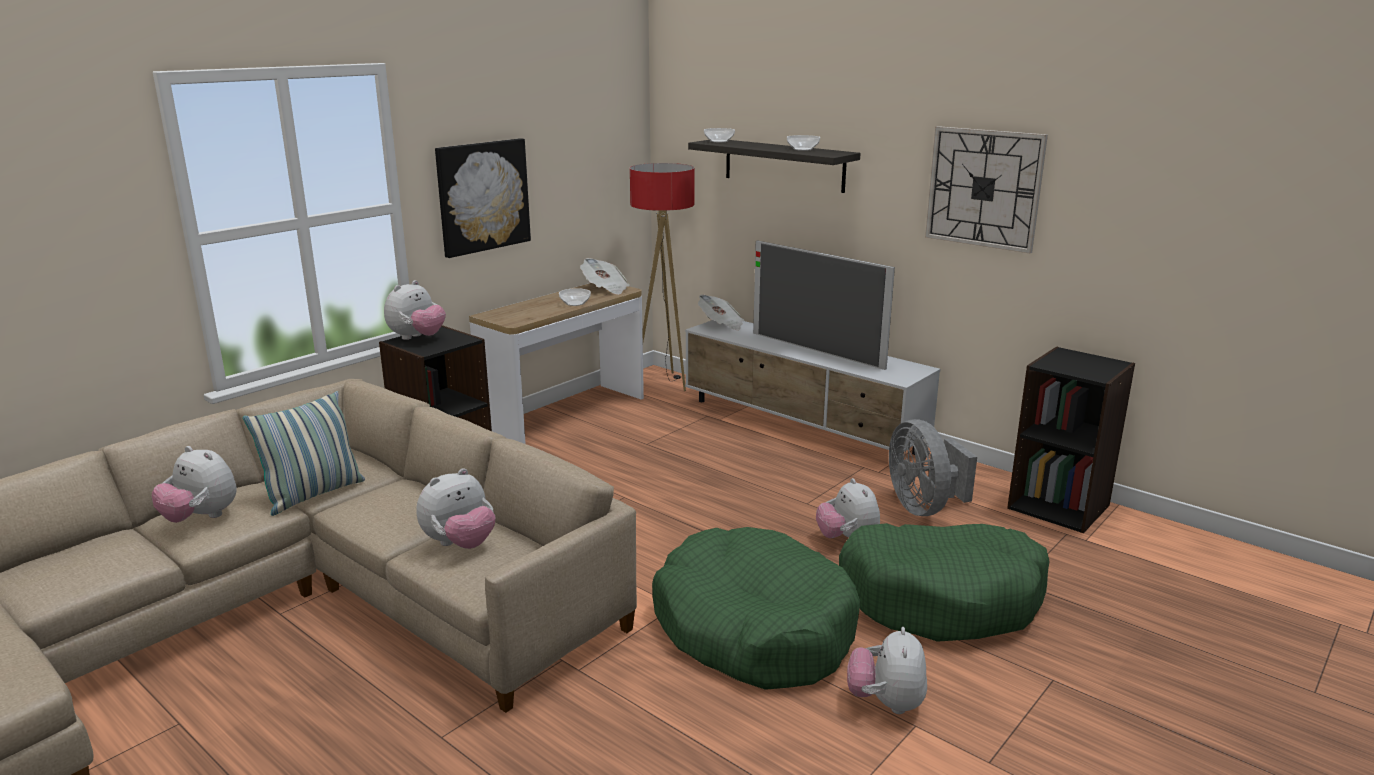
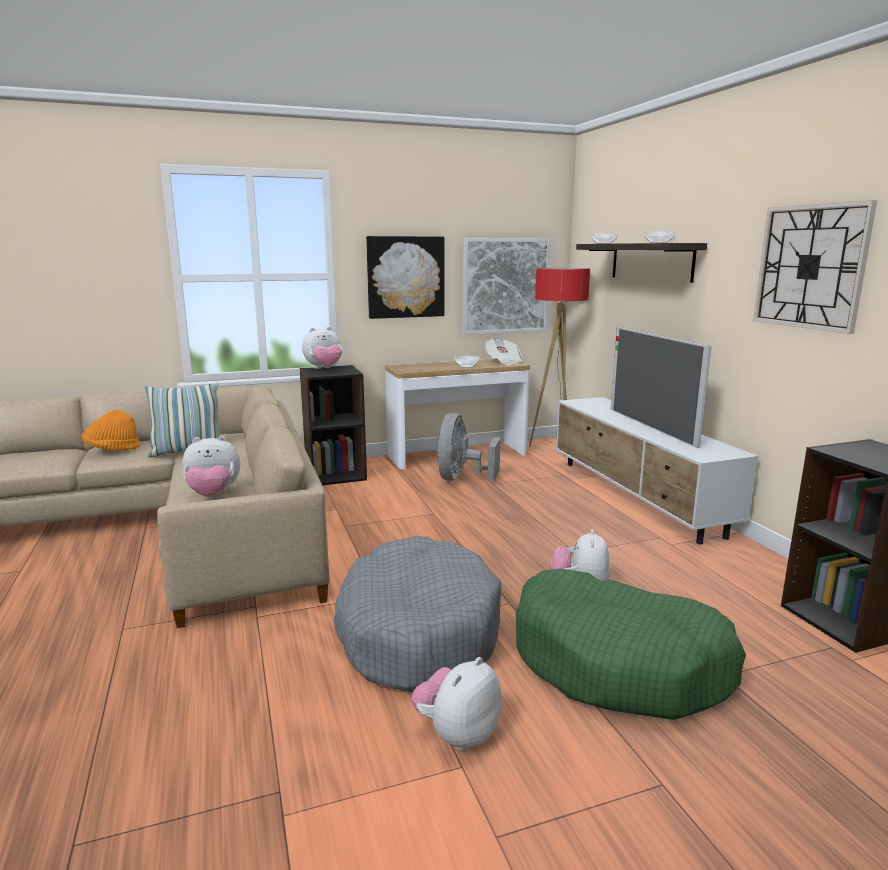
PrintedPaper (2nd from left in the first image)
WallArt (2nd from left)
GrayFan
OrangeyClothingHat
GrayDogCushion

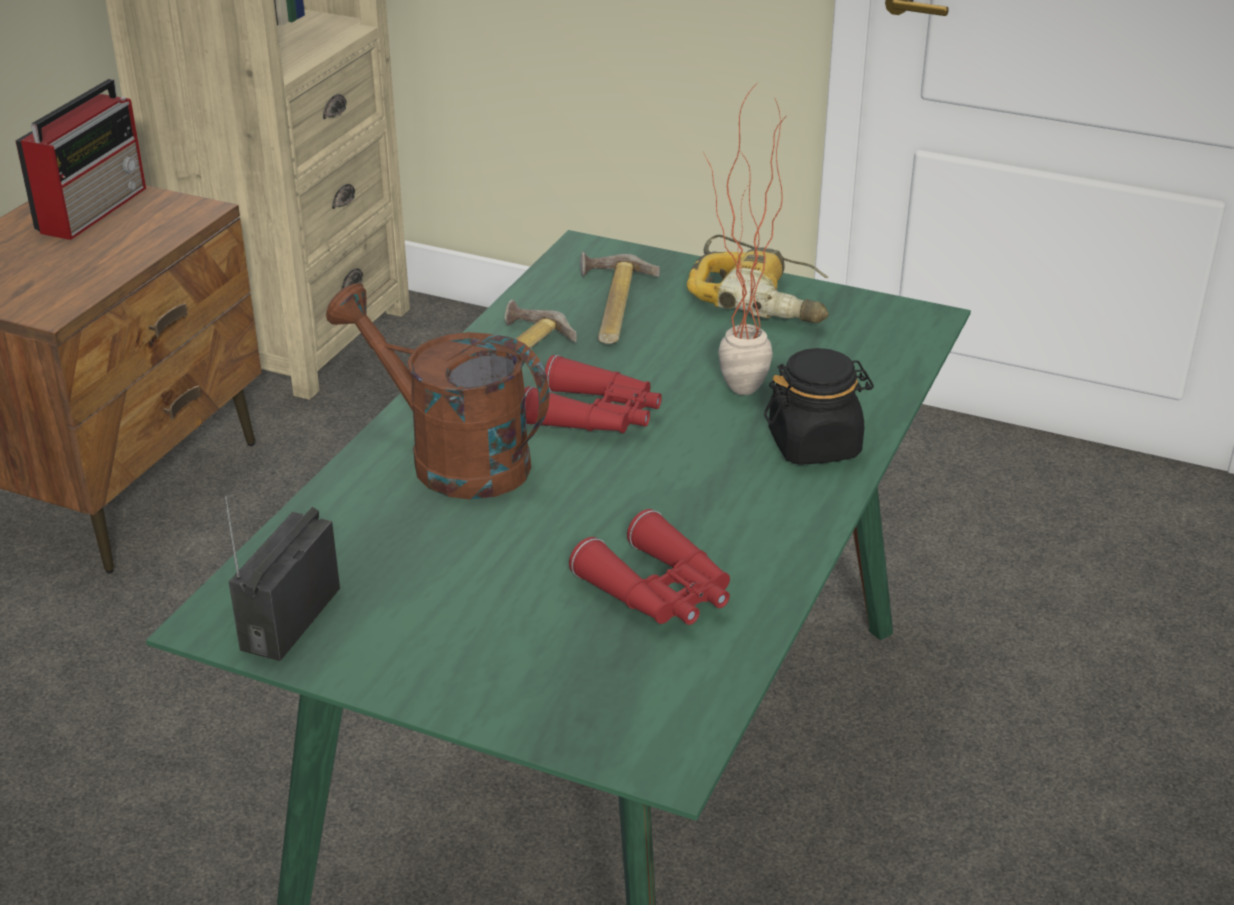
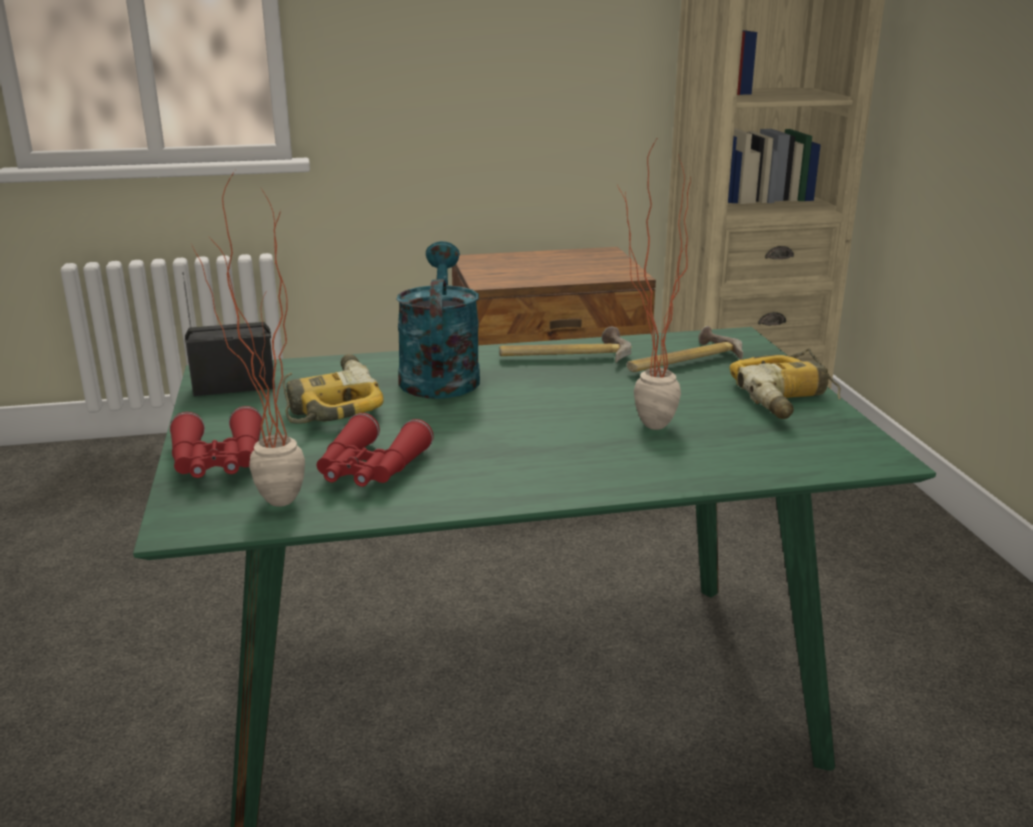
Radio (1st from left in the first image)
BlackishPreserveJar
Houseplant (1st from left)
ElectricDrill (1st from left)
RedBinoculars (1st from left)
BlueGreenSprinklingCan

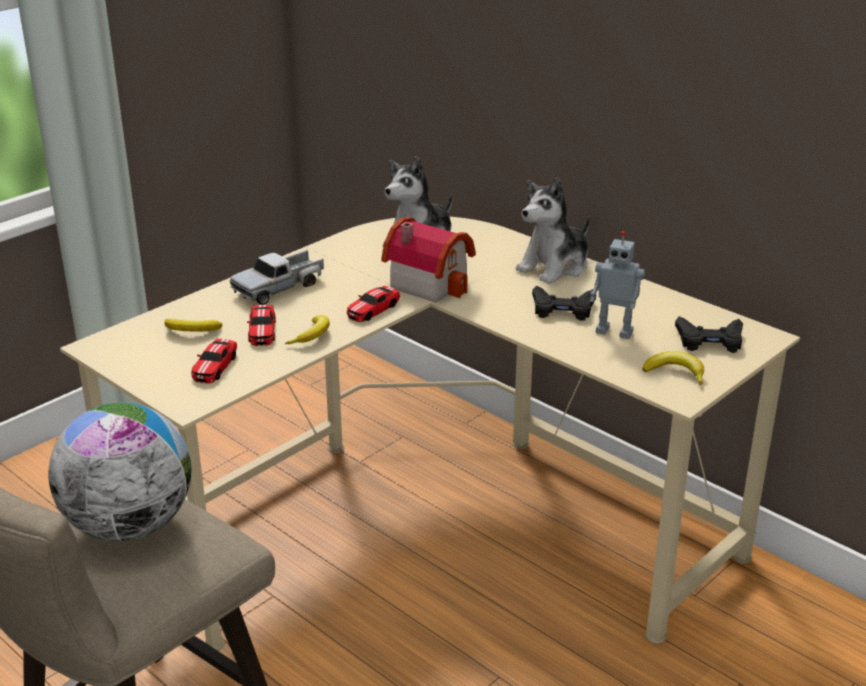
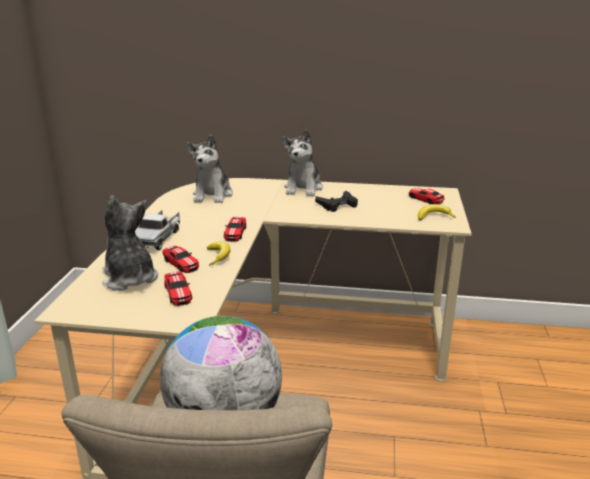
MiniatureHouse
ToyRobot
SoftToy (1st from left)
ModelCar (4th from left)

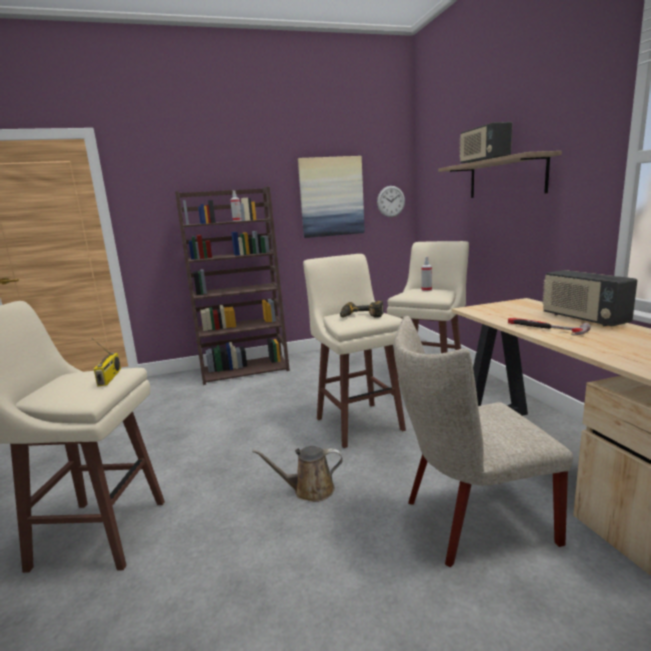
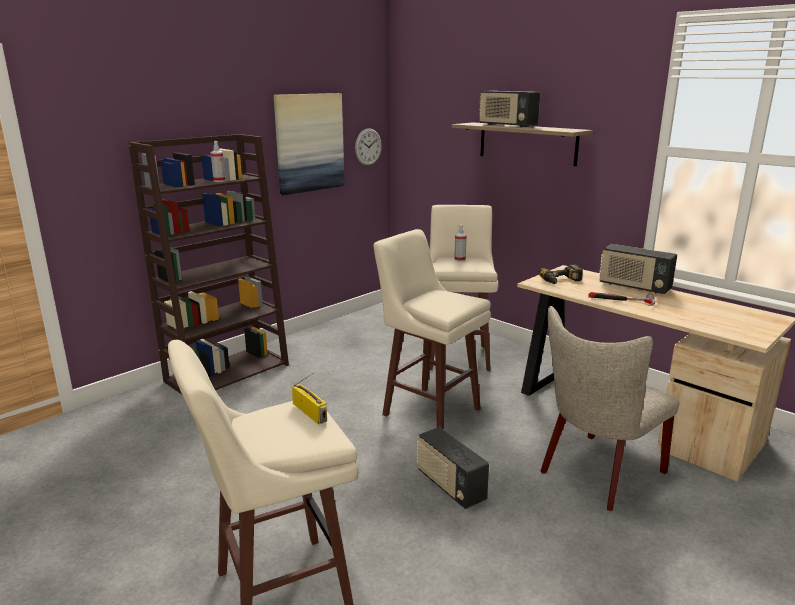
ElectricDrill
Radio (2nd from left)

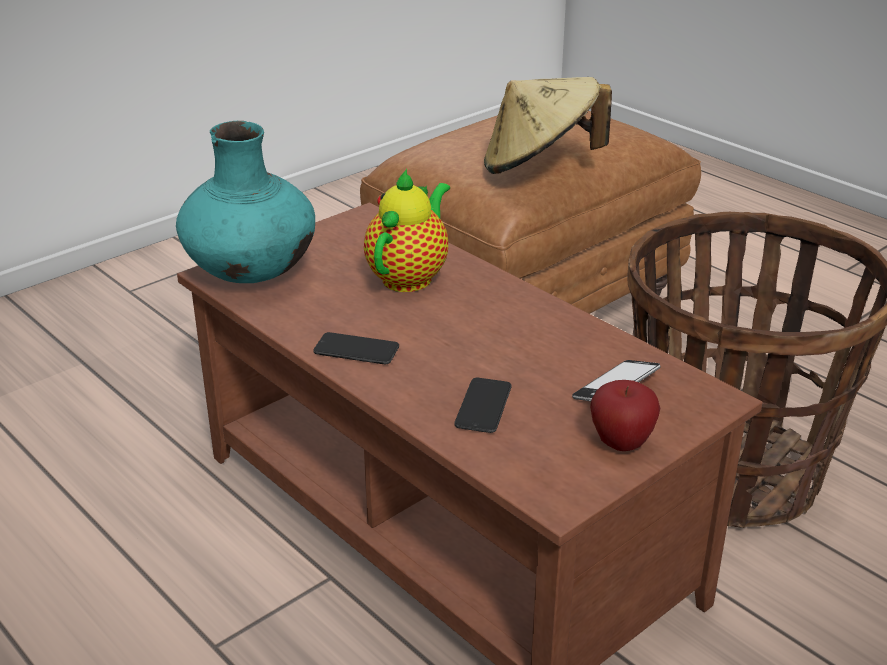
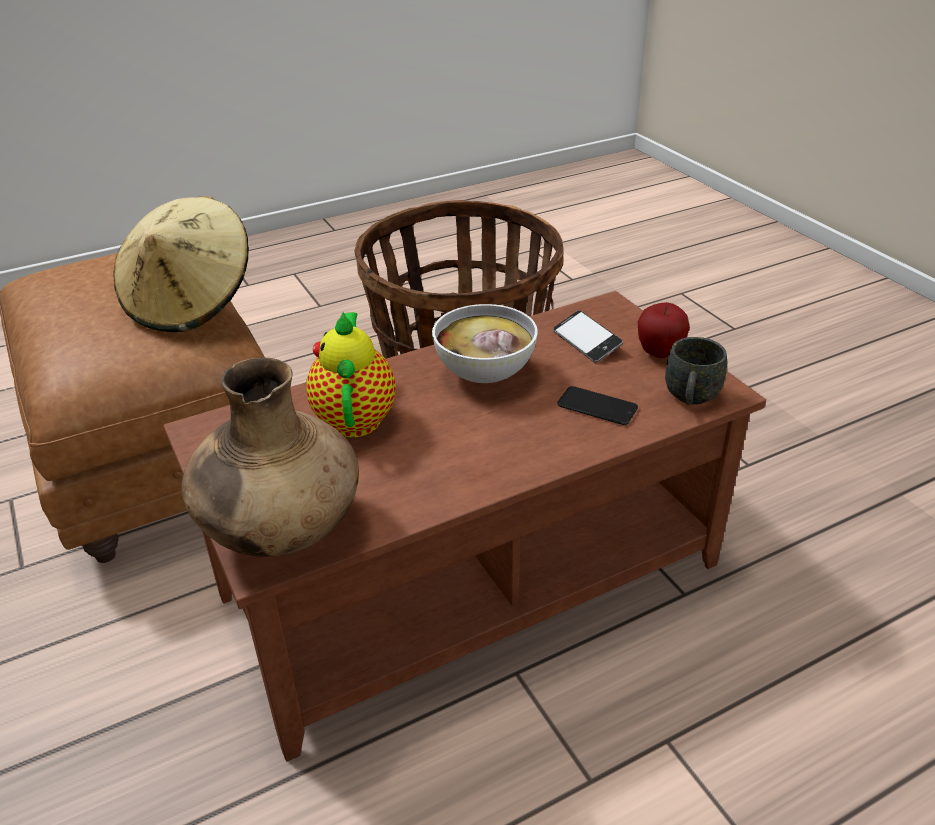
Handset (1st from left in the first image)
DeepDish
GrayCoffeeMug
BrownColouredFlowerVase
Teapot

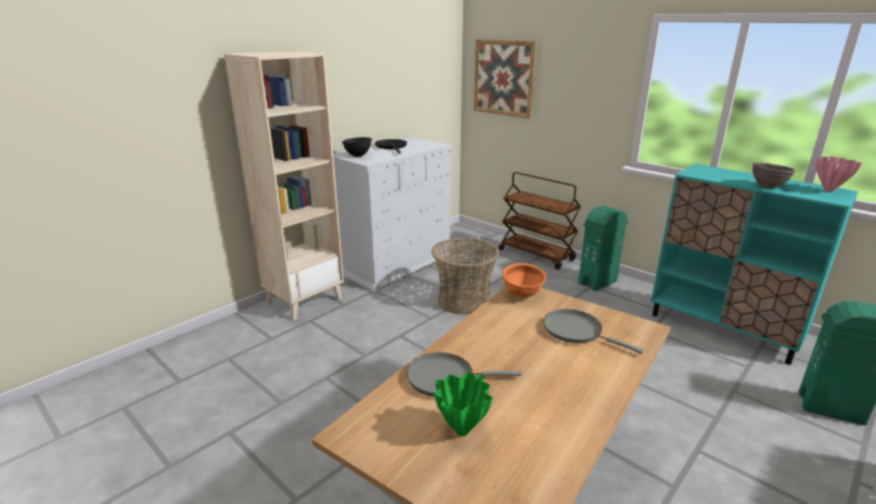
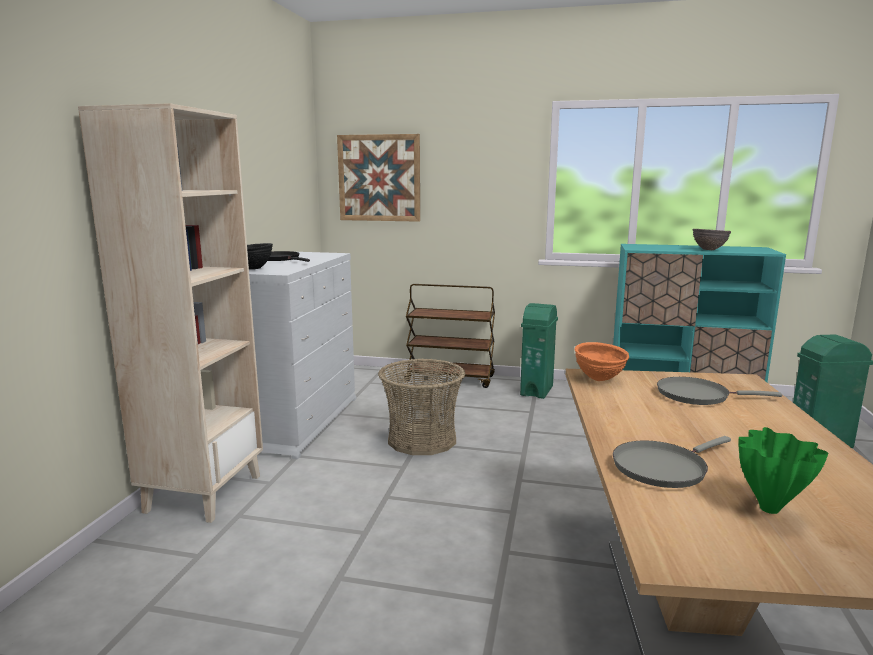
PinkishFlowerVase

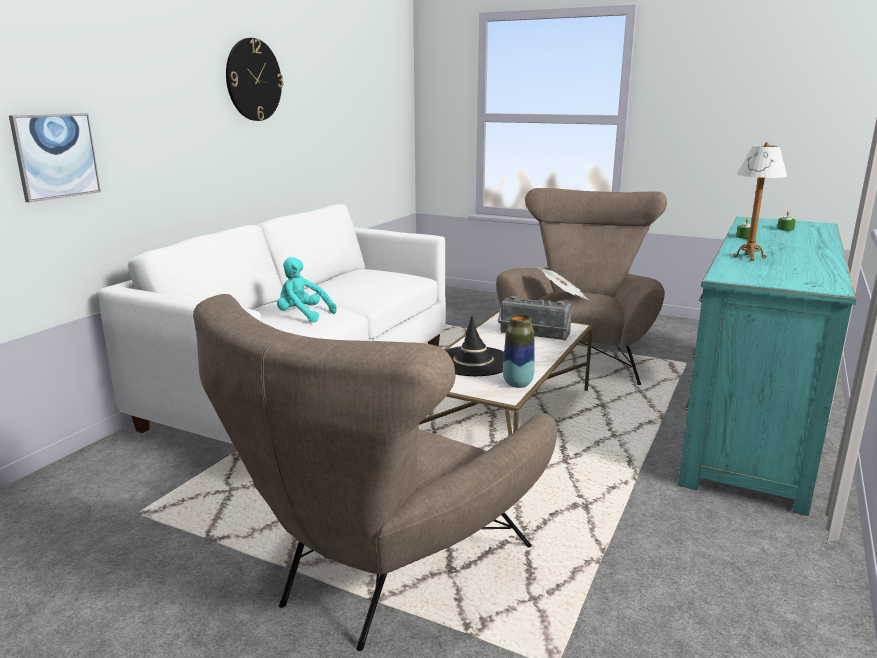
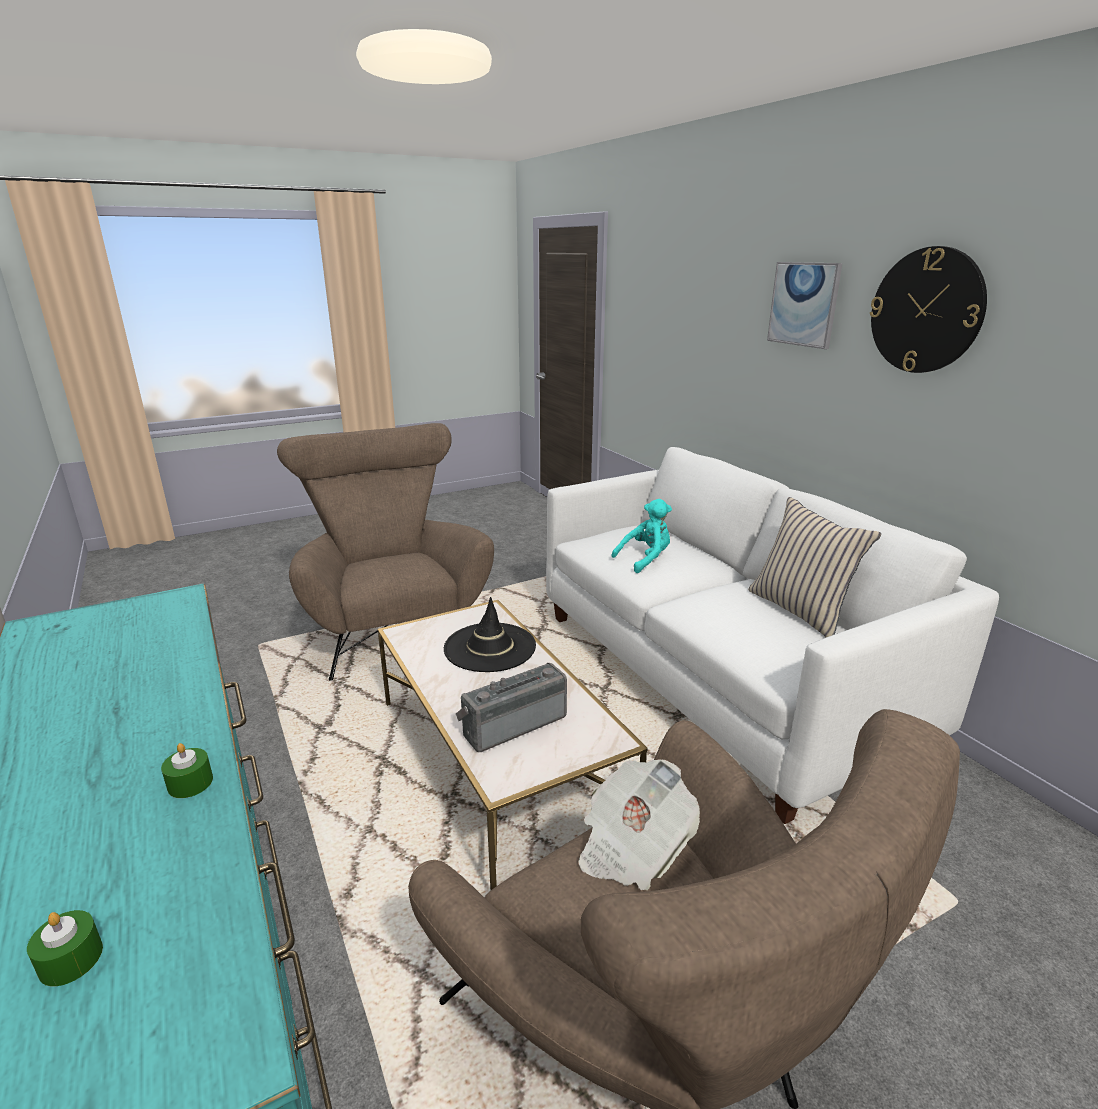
FlowerVase
LampForATable
BeigeColouredThrowPillow
WallArt

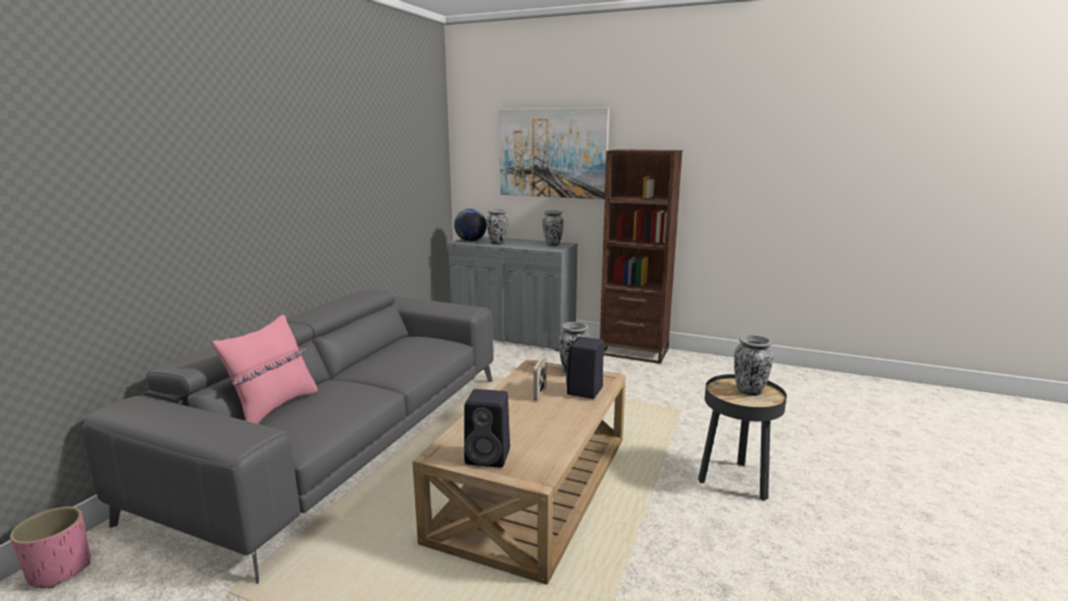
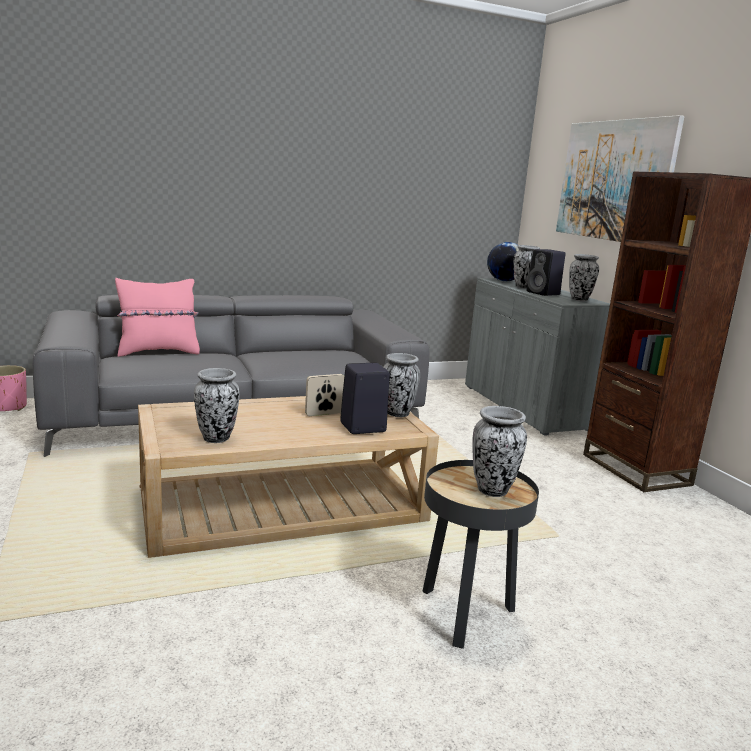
FlowerVase (1st from left)
BlackishLoudspeaker (2nd from left)

